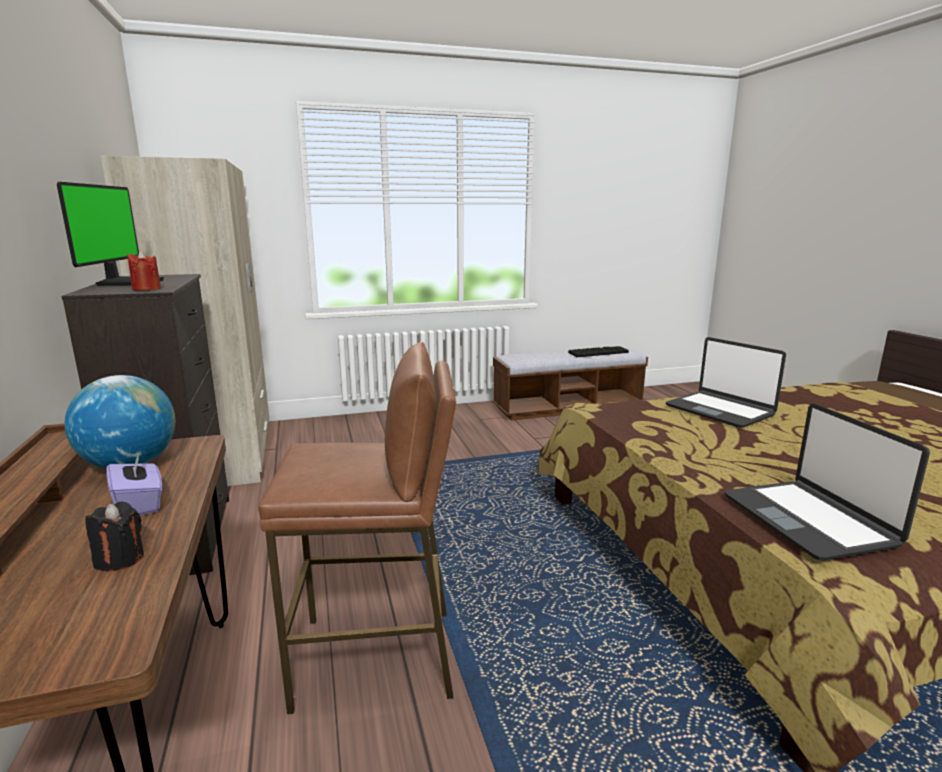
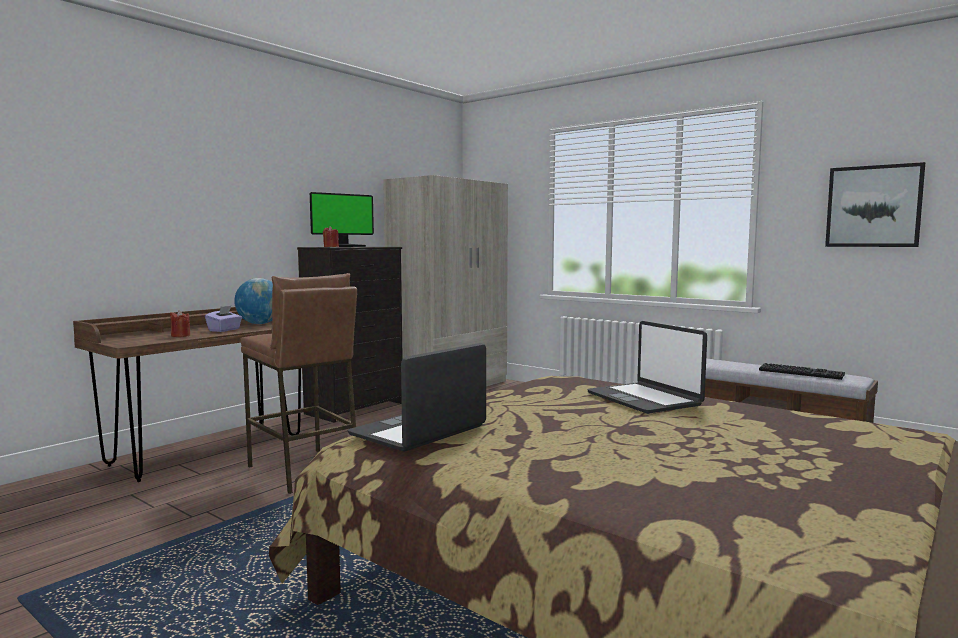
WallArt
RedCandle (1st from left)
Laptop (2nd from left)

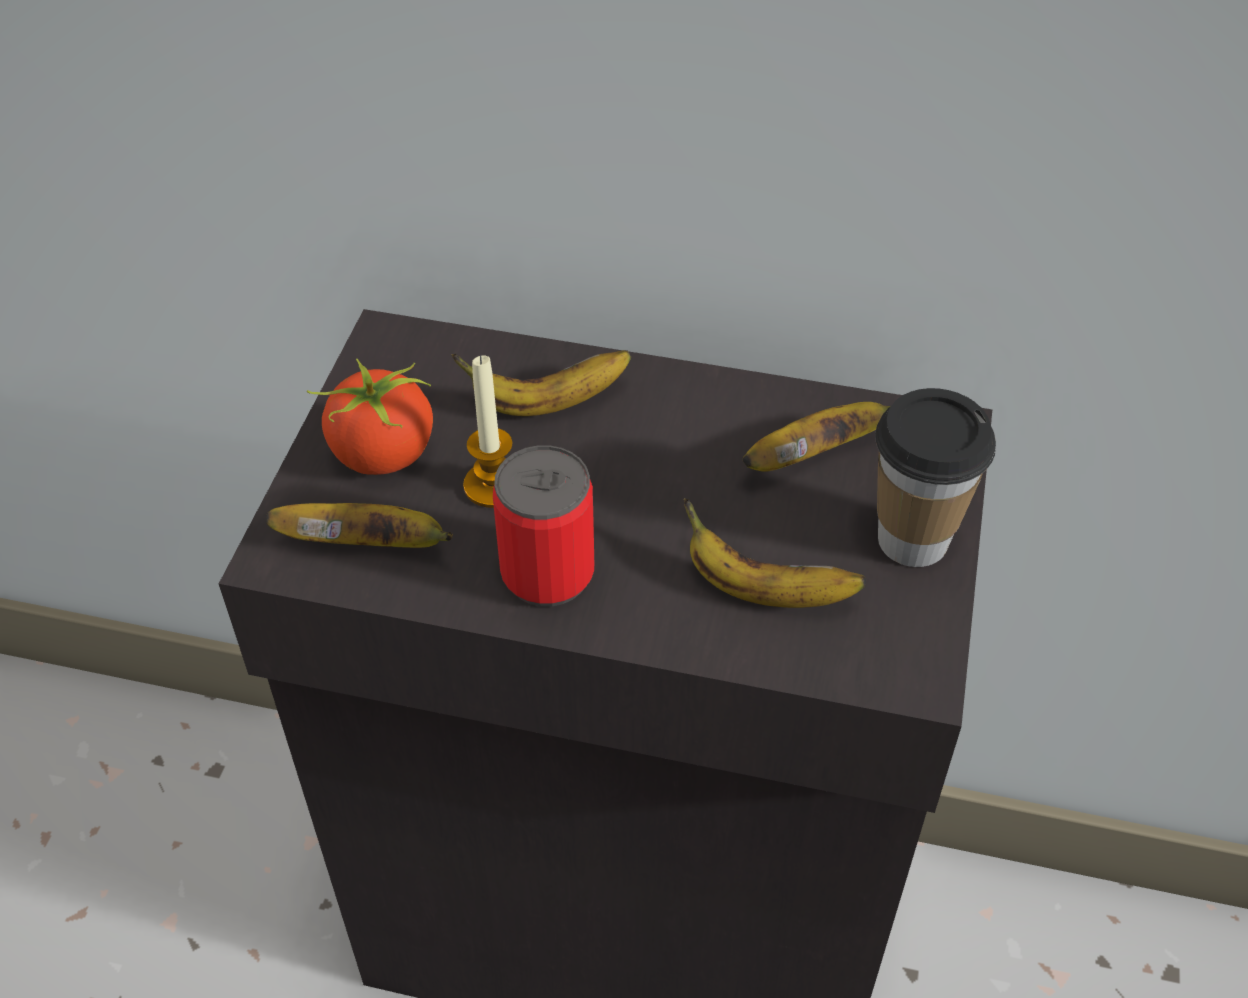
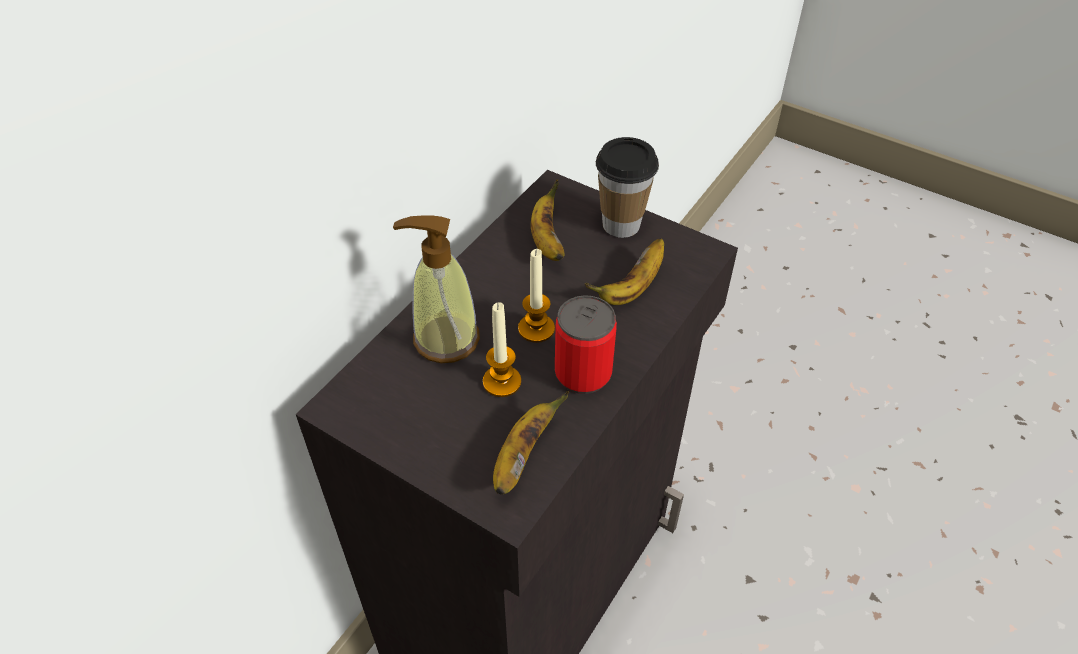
WholeTomato
Candle (2nd from left)
SoapDispenser

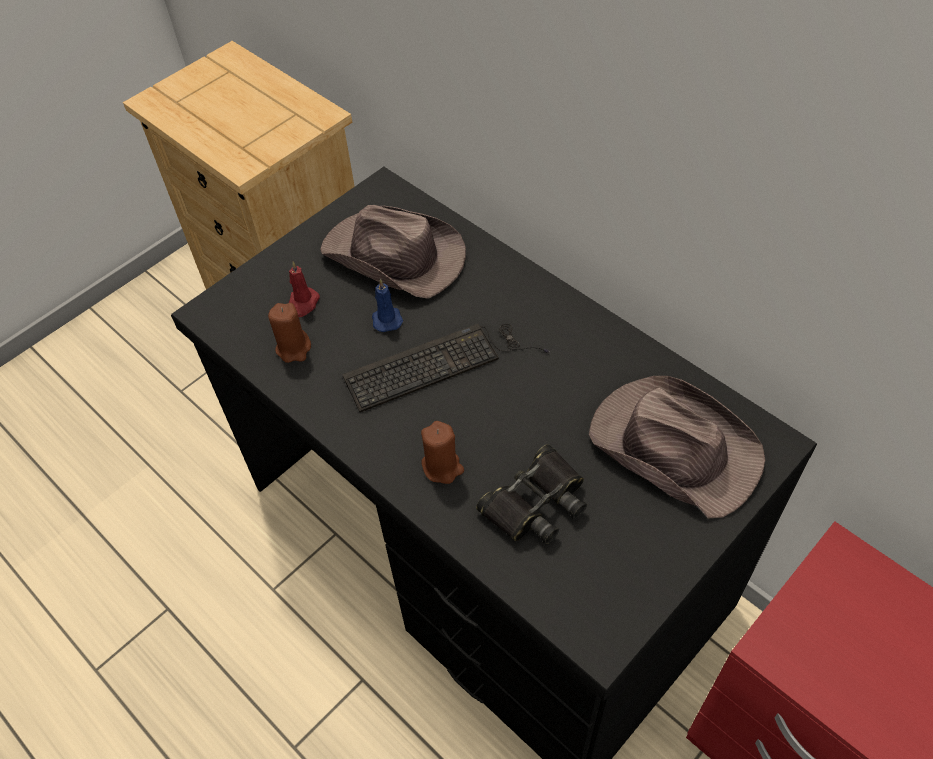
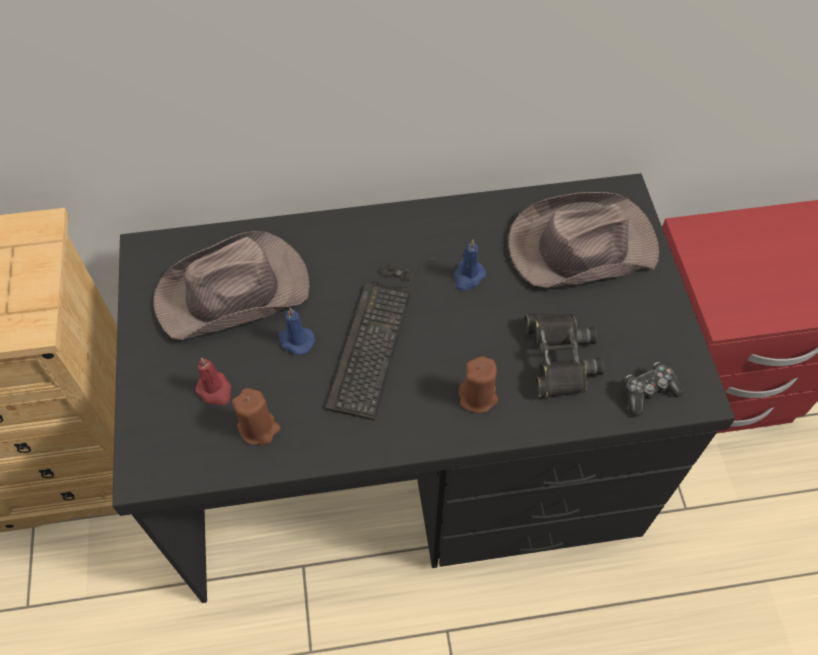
BlueCandle (2nd from left)
GameController

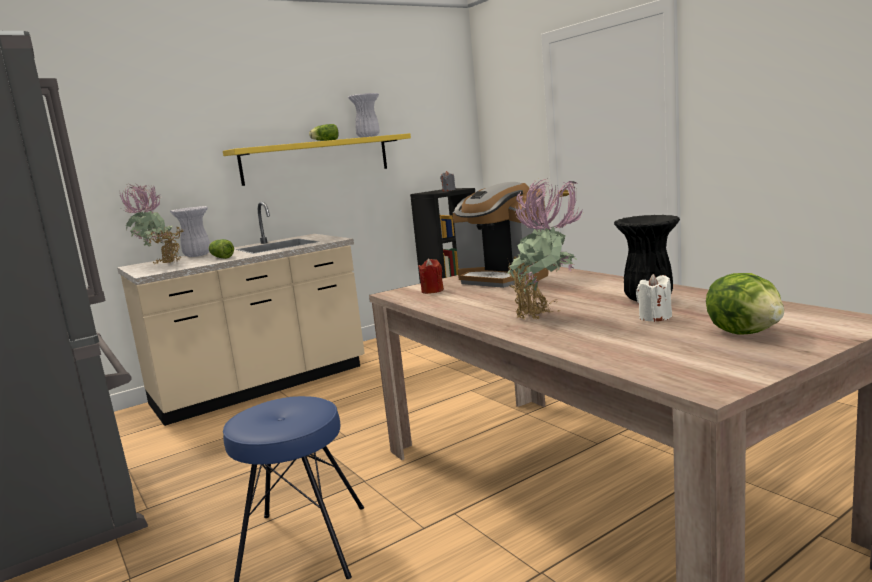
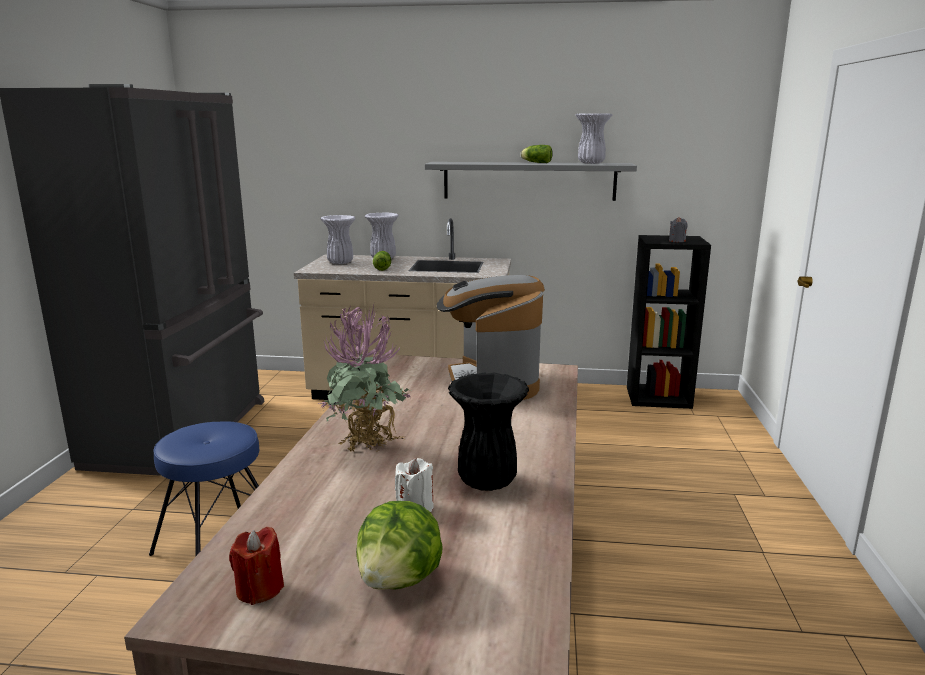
RedCandle
WhiteColouredFlowerVase (1st from left)
GrayWallShelf

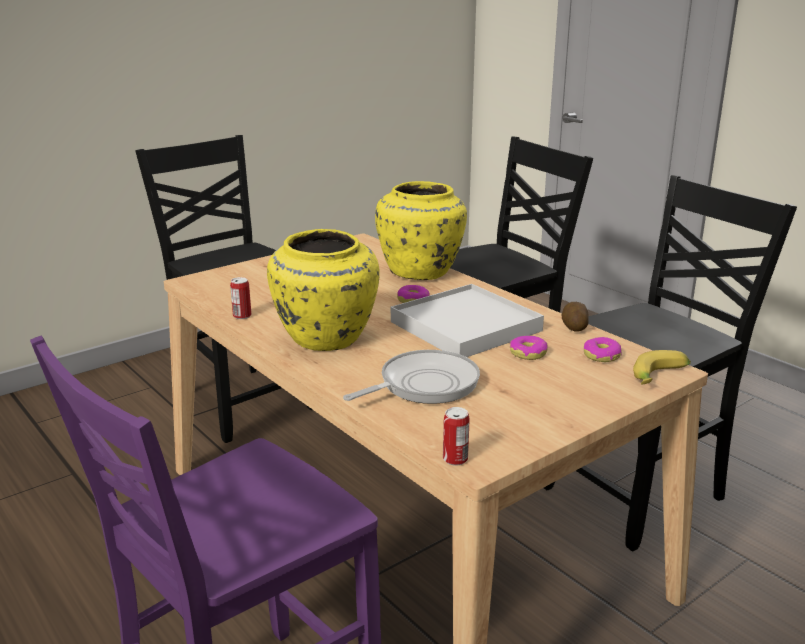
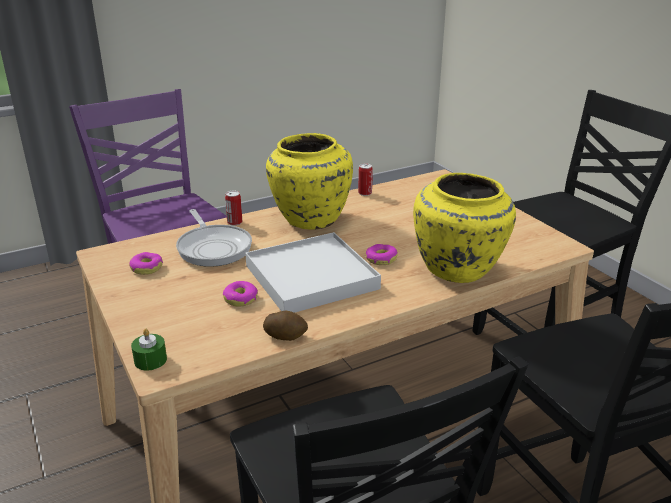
MetalCan (1st from left)
RingDoughnut (1st from left)
GreenCandle

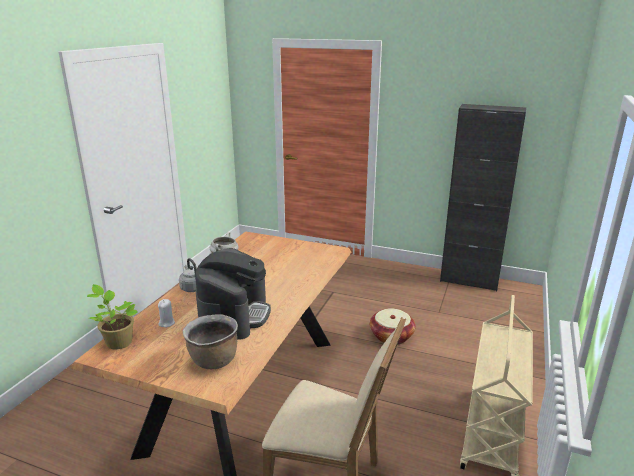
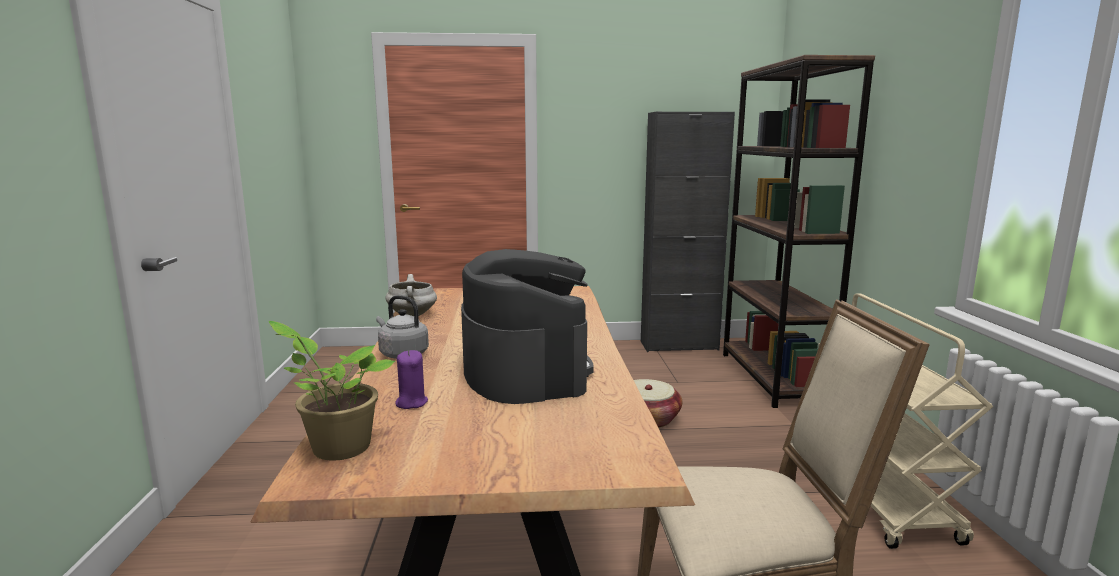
BrownColouredCookingPot
BrownColouredShelvingUnit
PurpleColouredCandle

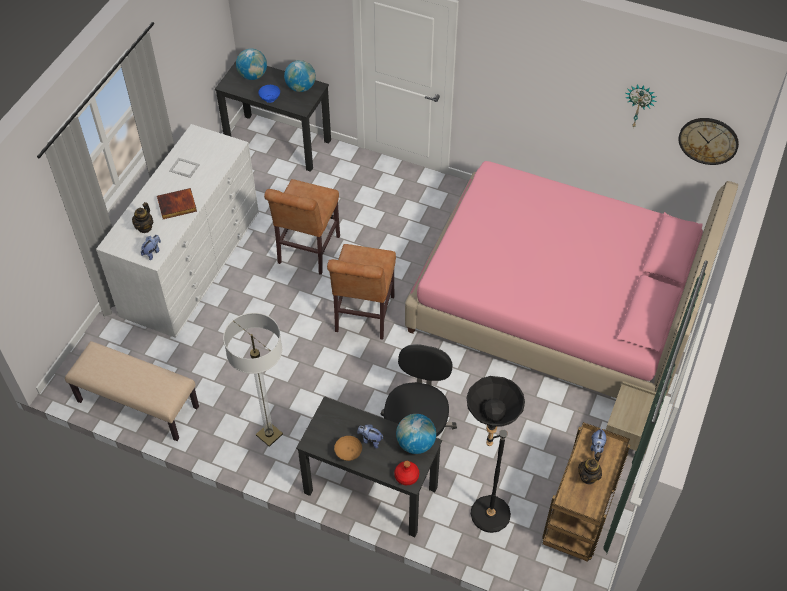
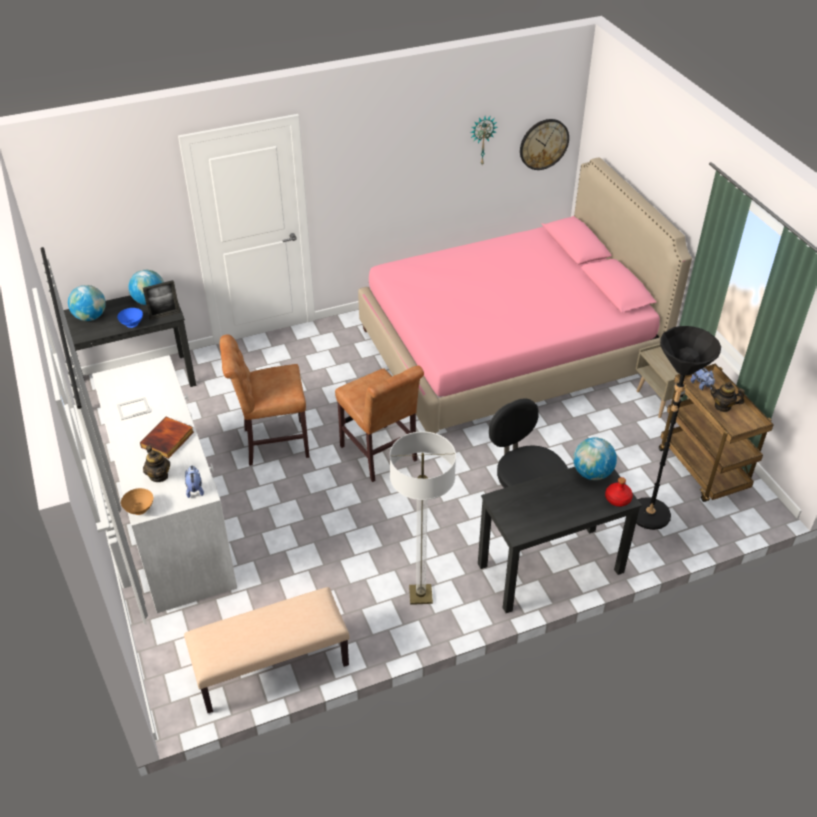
SoftToy (2nd from left in the first image)
StandingFrame (2nd from left)
BrownColouredDeepDish
BrownColouredUprightChair (1st from left)
Teapot (2nd from left)

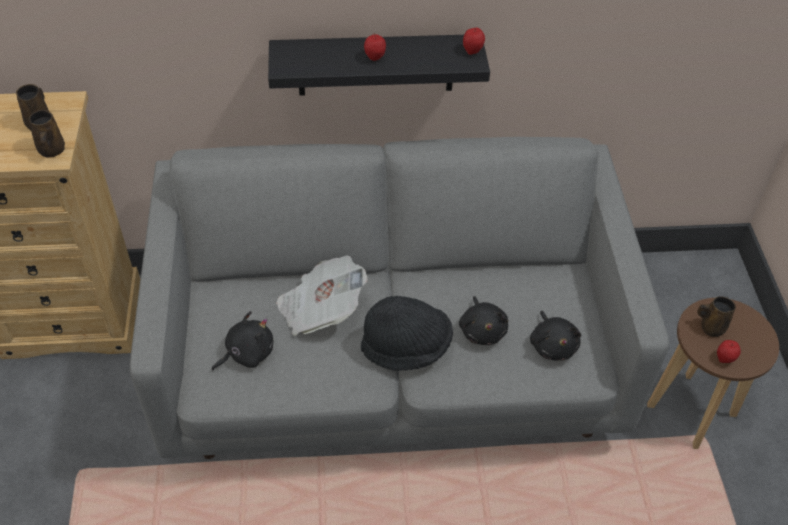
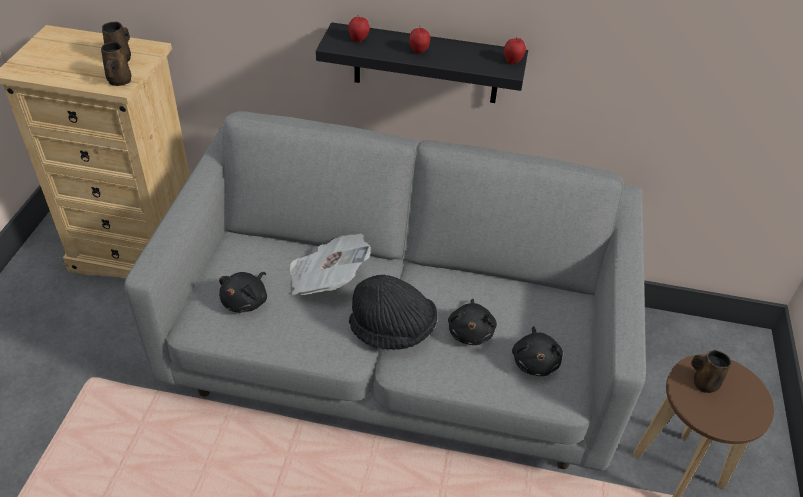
AppleFruit (1st from left)
BlackishSoftToy (1st from left)

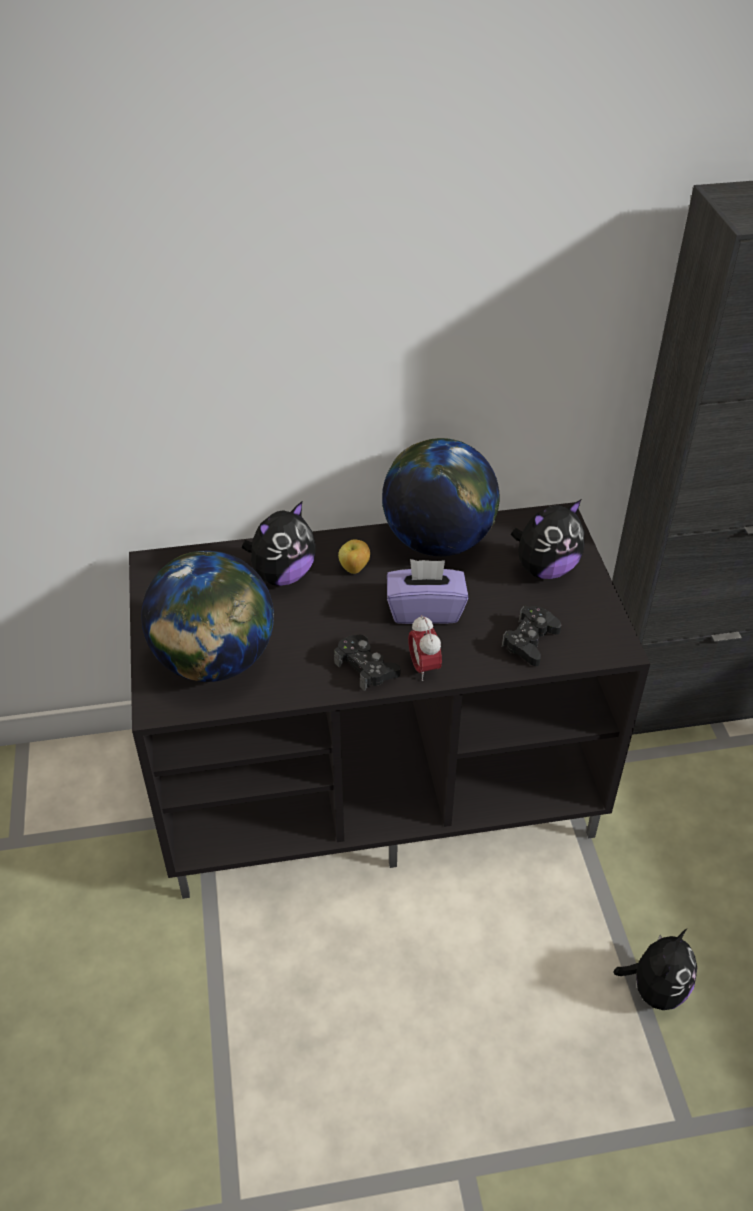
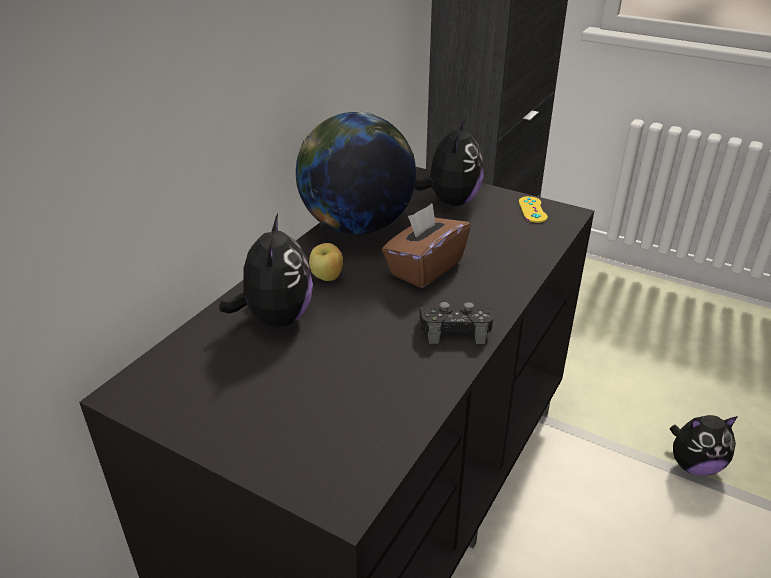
WorldGlobe (1st from left in the first image)
TableClock
BlackishGameController (2nd from left in the first image)
YellowGameController
BrownColouredBoxOfTissues
SoftToy (3rd from left)

